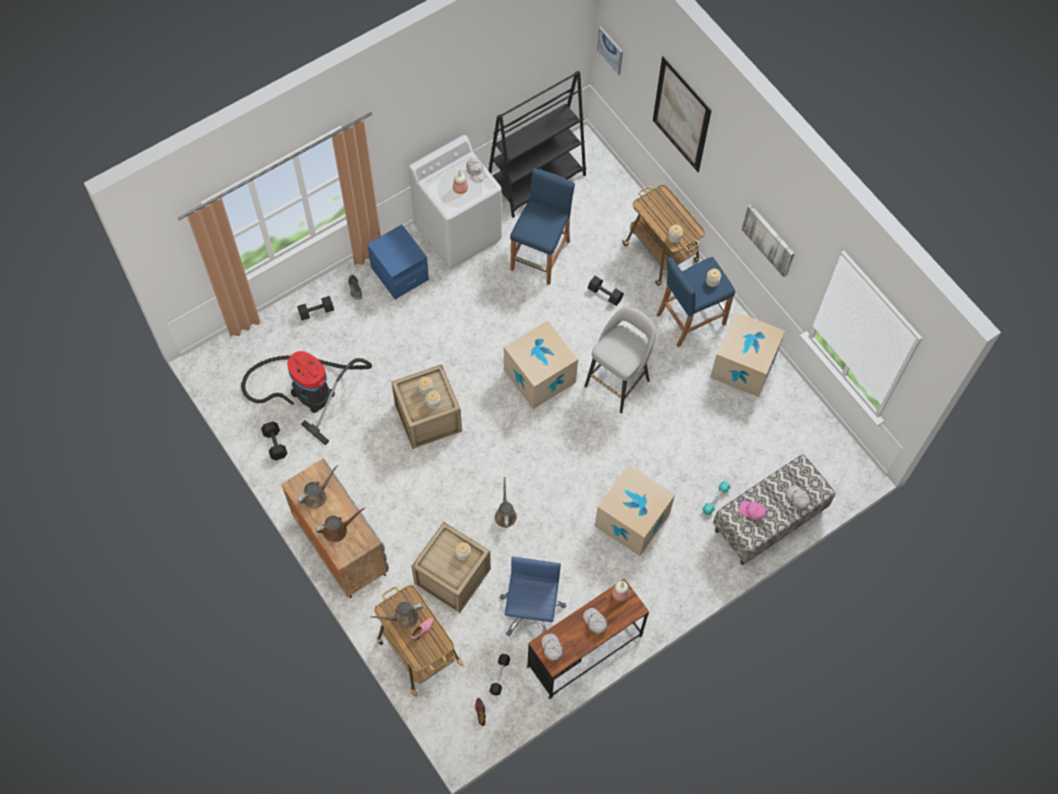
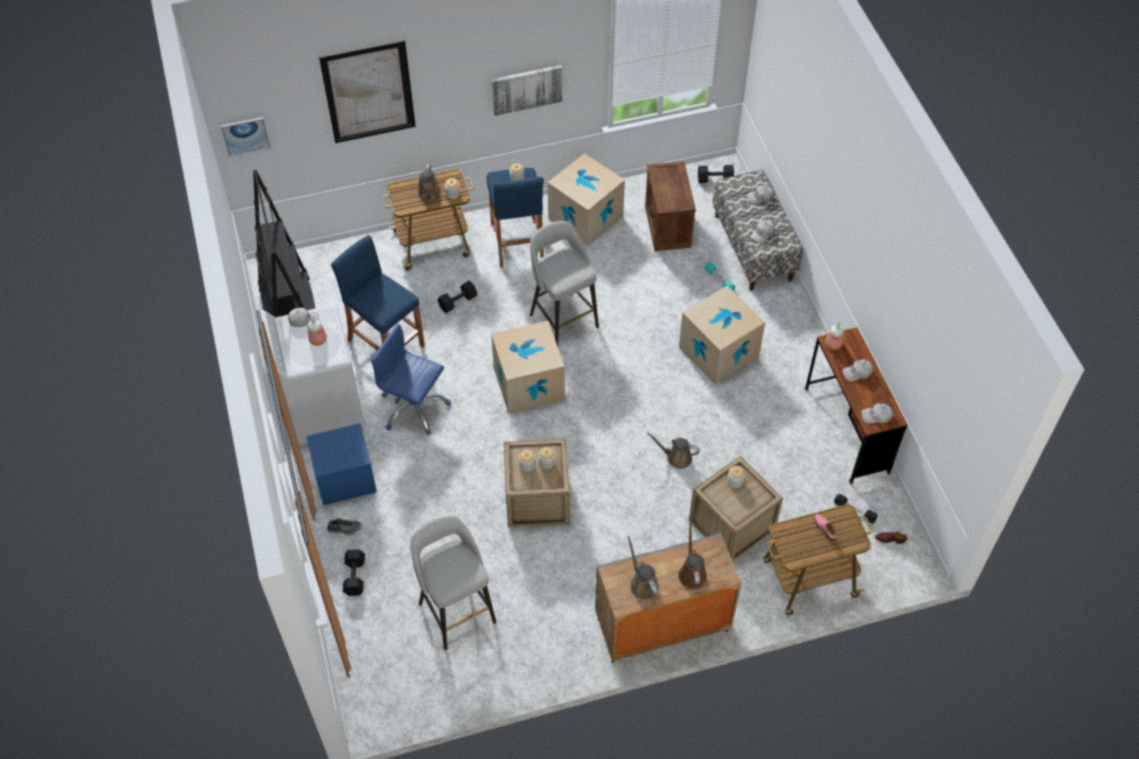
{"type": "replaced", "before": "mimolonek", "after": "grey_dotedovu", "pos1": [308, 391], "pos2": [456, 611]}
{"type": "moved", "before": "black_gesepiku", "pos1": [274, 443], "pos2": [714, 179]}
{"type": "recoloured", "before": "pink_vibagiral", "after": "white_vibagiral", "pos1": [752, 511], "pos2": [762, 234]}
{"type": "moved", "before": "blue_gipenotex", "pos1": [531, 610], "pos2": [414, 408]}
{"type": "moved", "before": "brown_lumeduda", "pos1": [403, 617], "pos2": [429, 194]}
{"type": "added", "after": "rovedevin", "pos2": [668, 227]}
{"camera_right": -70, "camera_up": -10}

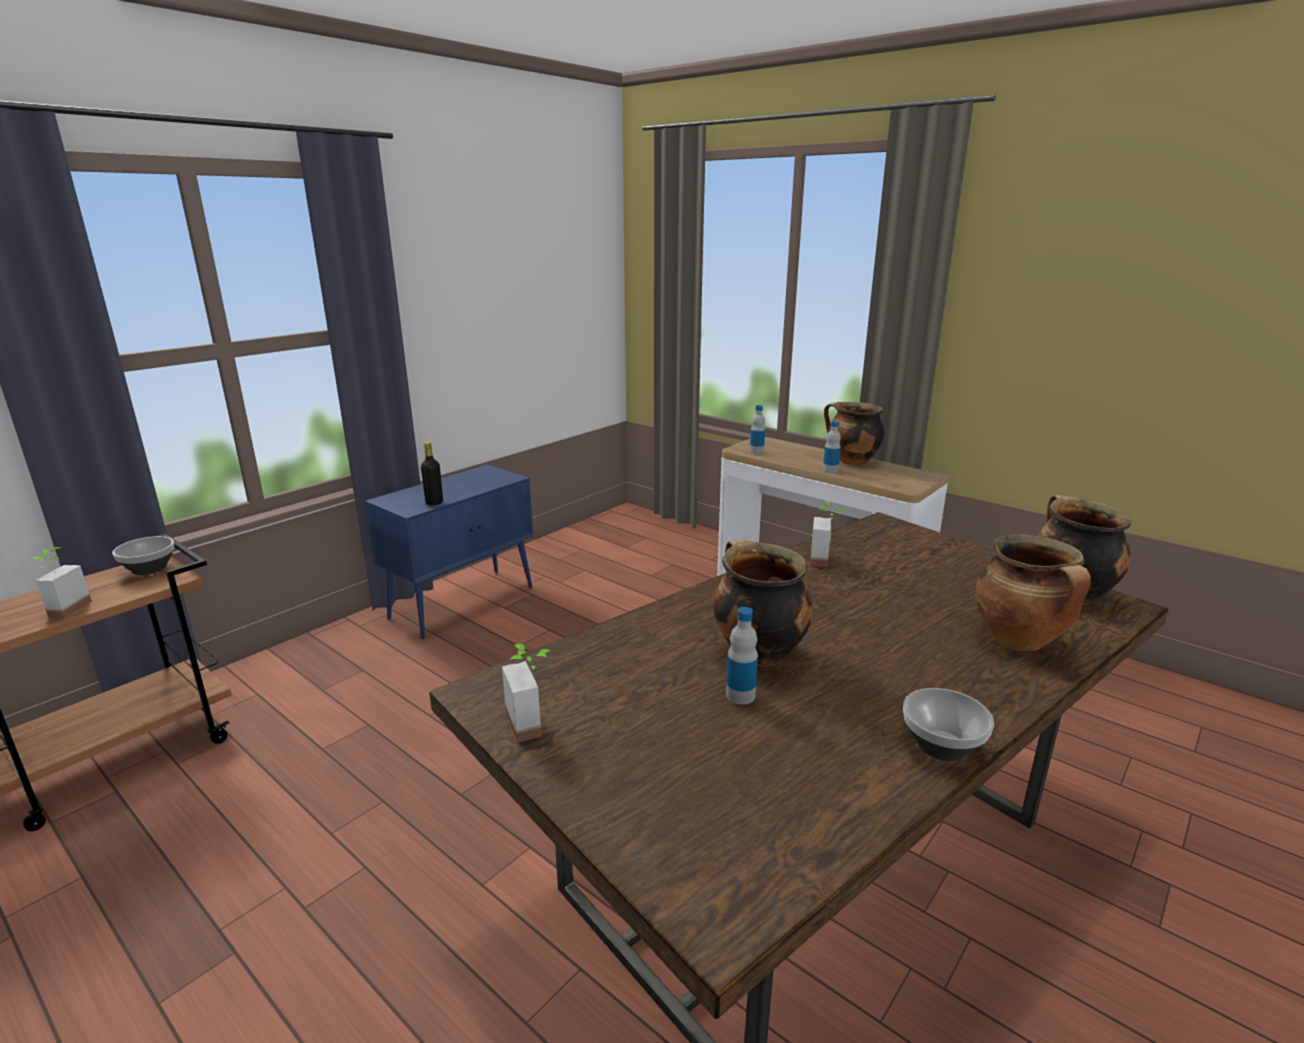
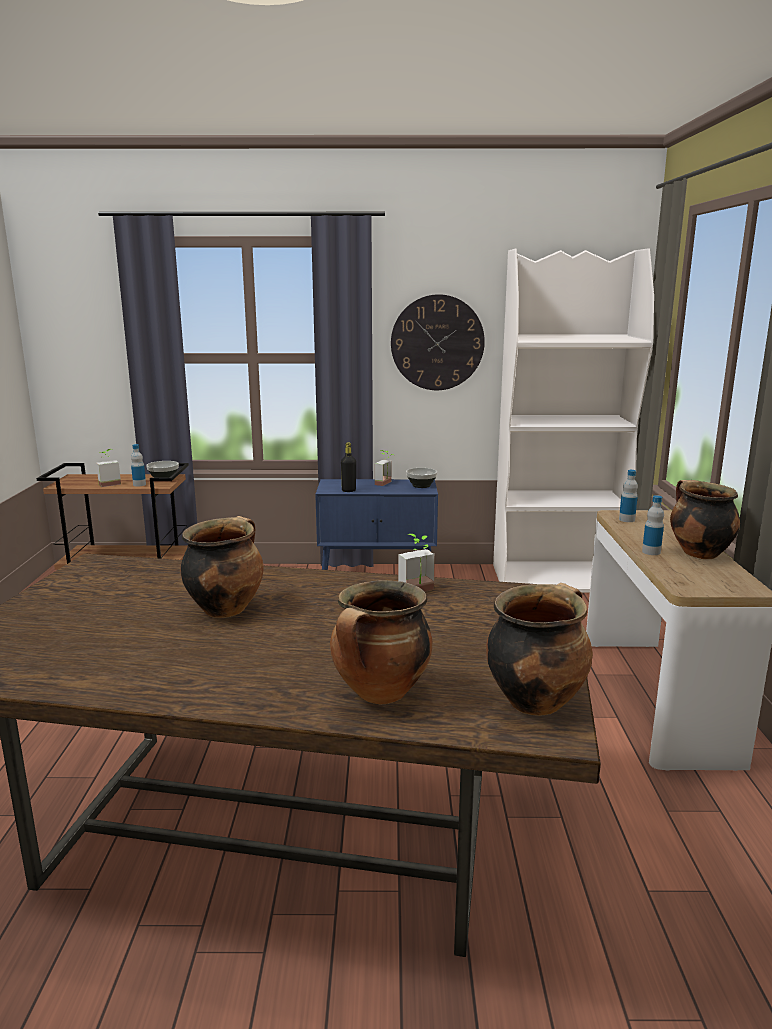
{"type": "moved", "before": "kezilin", "pos1": [740, 695], "pos2": [139, 484]}
{"type": "moved", "before": "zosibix", "pos1": [533, 722], "pos2": [386, 483]}
{"type": "moved", "before": "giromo", "pos1": [940, 746], "pos2": [421, 485]}
{"type": "added", "after": "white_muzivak", "pos2": [557, 578]}
{"type": "added", "after": "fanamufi", "pos2": [437, 343]}
{"camera_right": 50, "camera_up": -5}

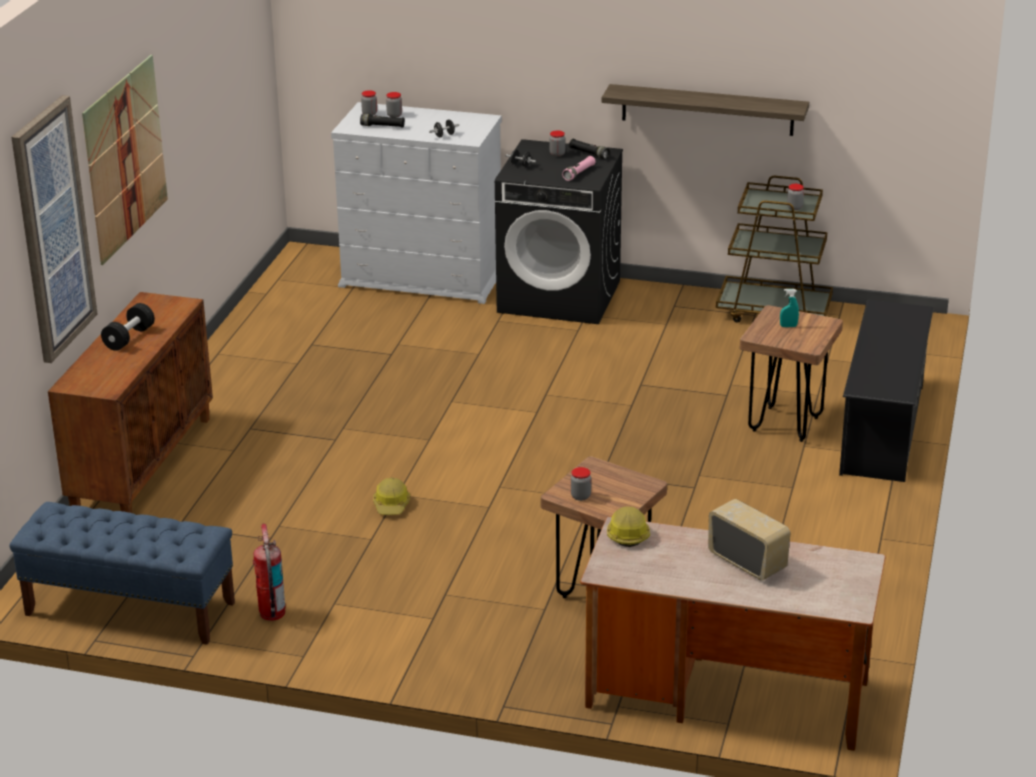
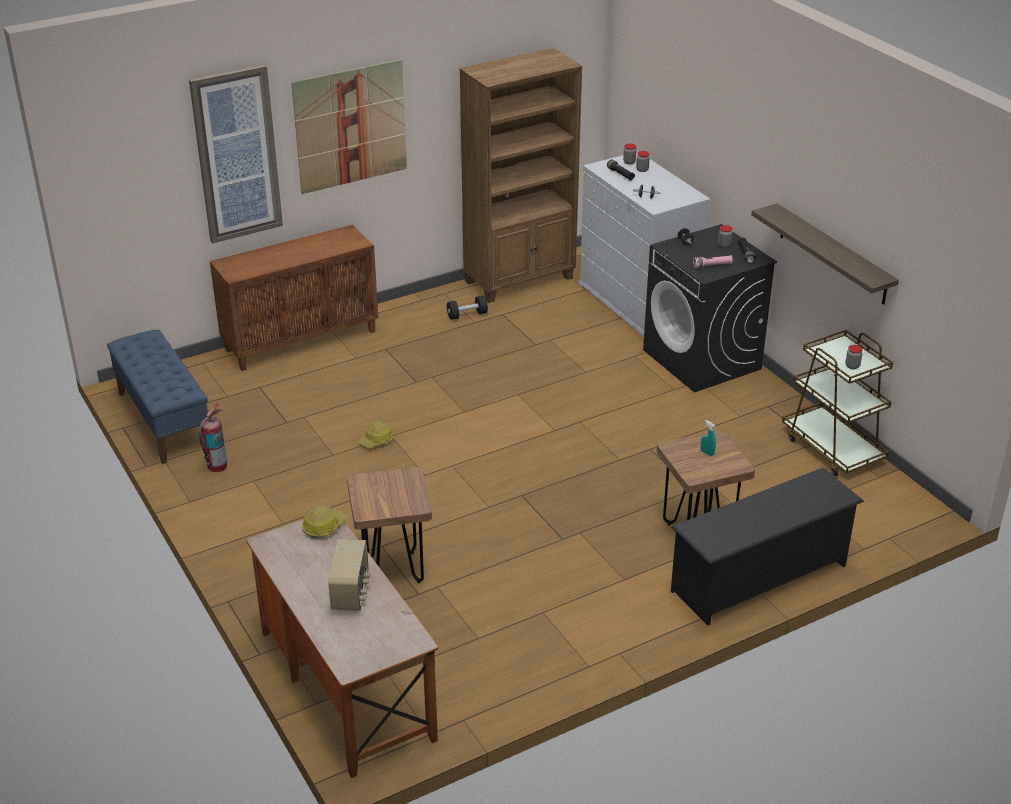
{"type": "moved", "before": "black_gesepiku", "pos1": [129, 338], "pos2": [467, 315]}
{"type": "removed", "before": "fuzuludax", "pos1": [580, 496]}
{"type": "added", "after": "brown_muzivak", "pos2": [520, 280]}
{"camera_right": 45, "camera_up": 5}

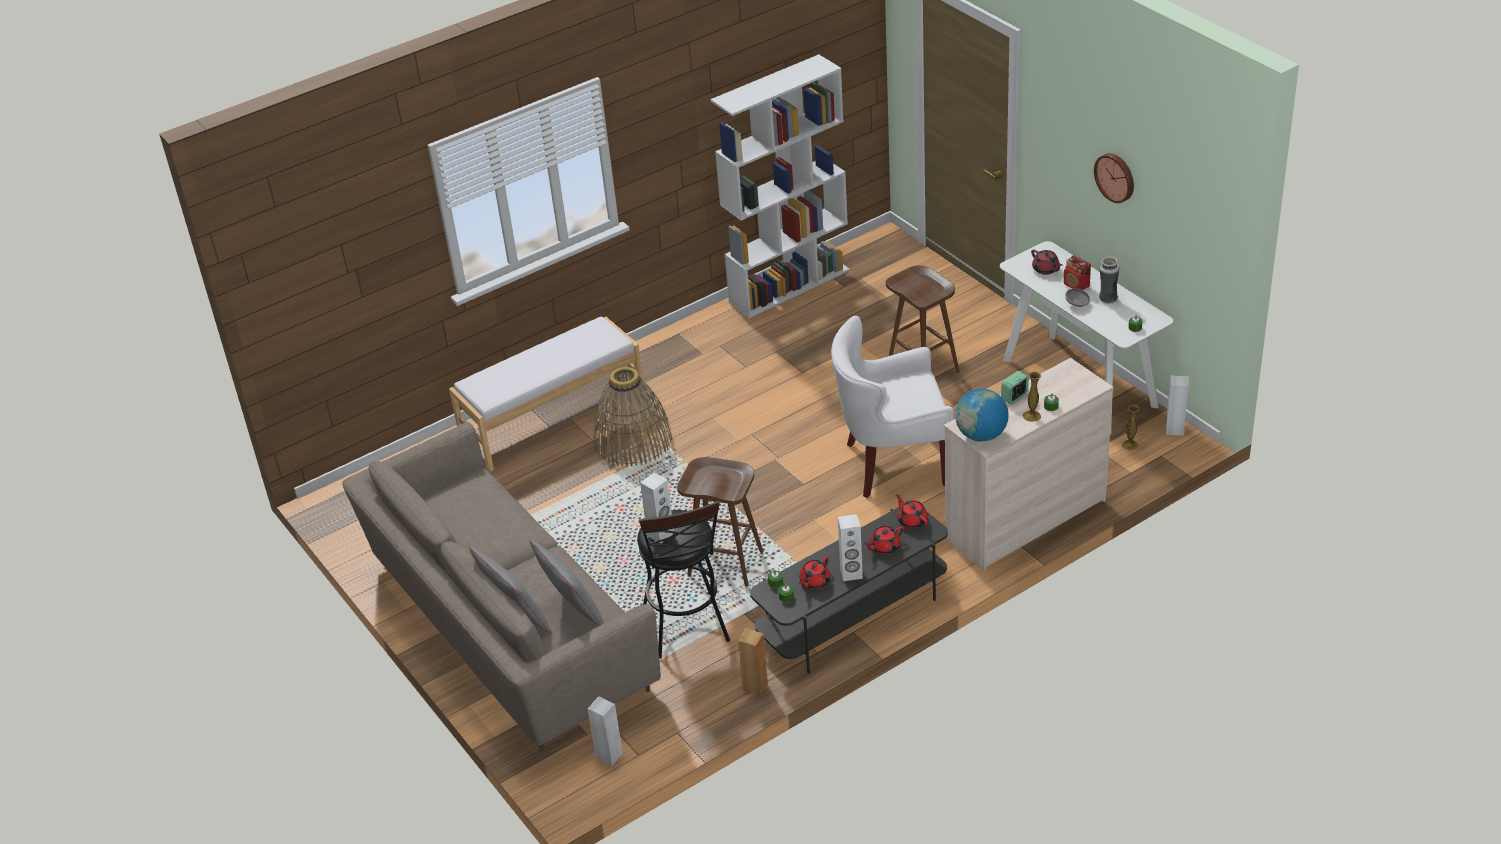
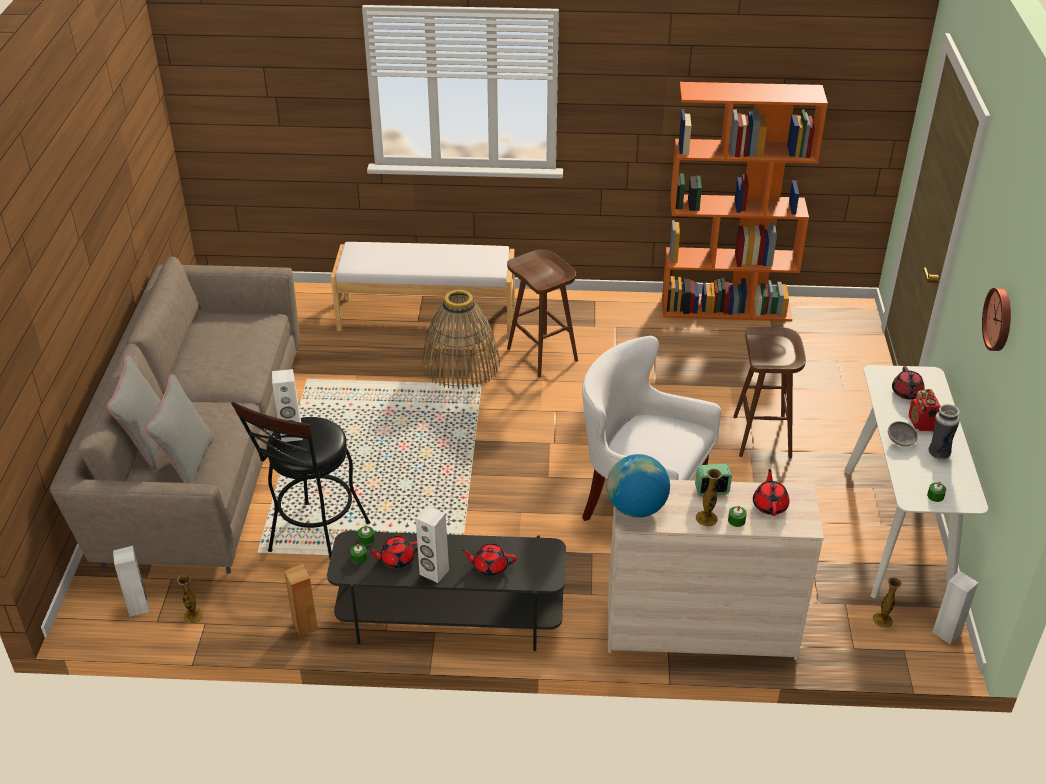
{"type": "recoloured", "before": "white_muzivak", "after": "orange_muzivak", "pos1": [789, 286], "pos2": [726, 308]}
{"type": "moved", "before": "brown_dotedovu", "pos1": [726, 563], "pos2": [543, 355]}
{"type": "moved", "before": "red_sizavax", "pos1": [912, 521], "pos2": [770, 505]}
{"type": "added", "after": "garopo", "pos2": [193, 616]}
{"camera_right": 35, "camera_up": 0}

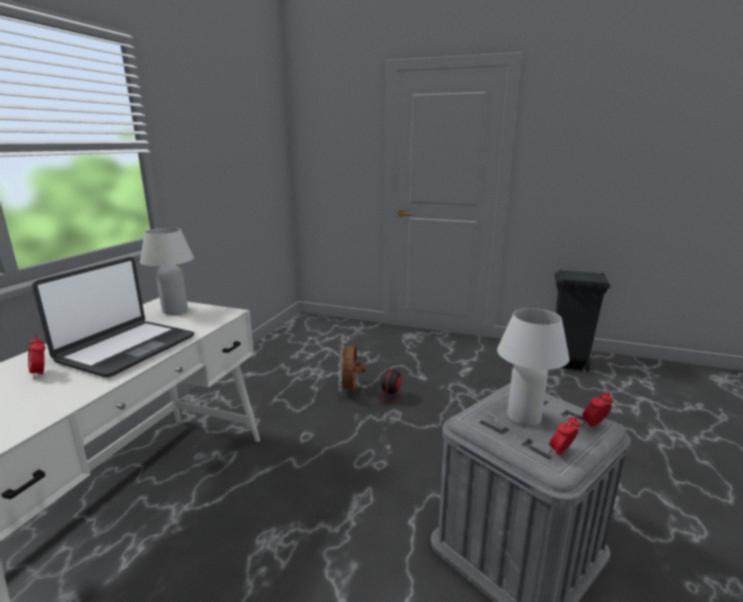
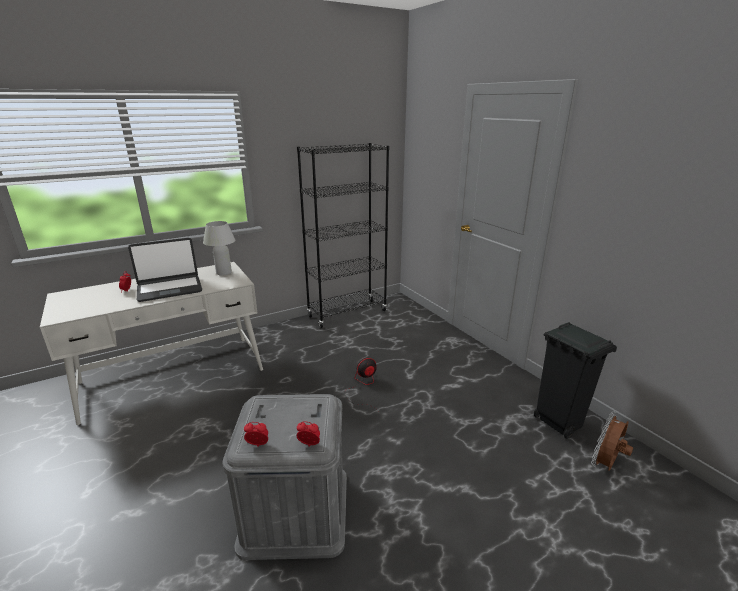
{"type": "removed", "before": "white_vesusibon", "pos1": [524, 418]}
{"type": "moved", "before": "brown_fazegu", "pos1": [350, 391], "pos2": [605, 465]}
{"type": "added", "after": "black_muzivak", "pos2": [347, 313]}
{"camera_right": 40, "camera_up": 5}

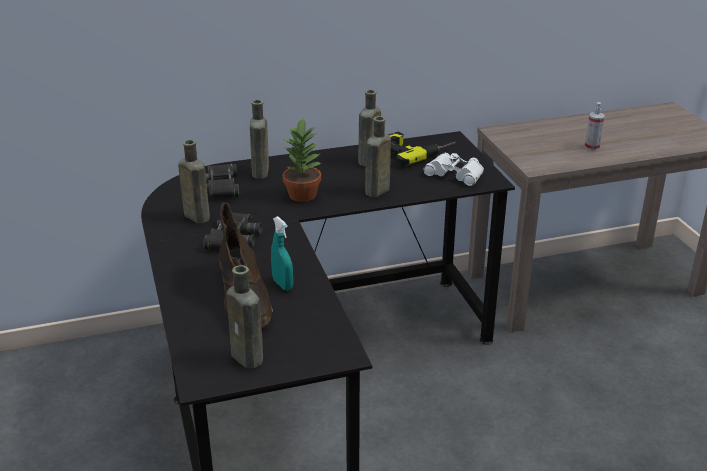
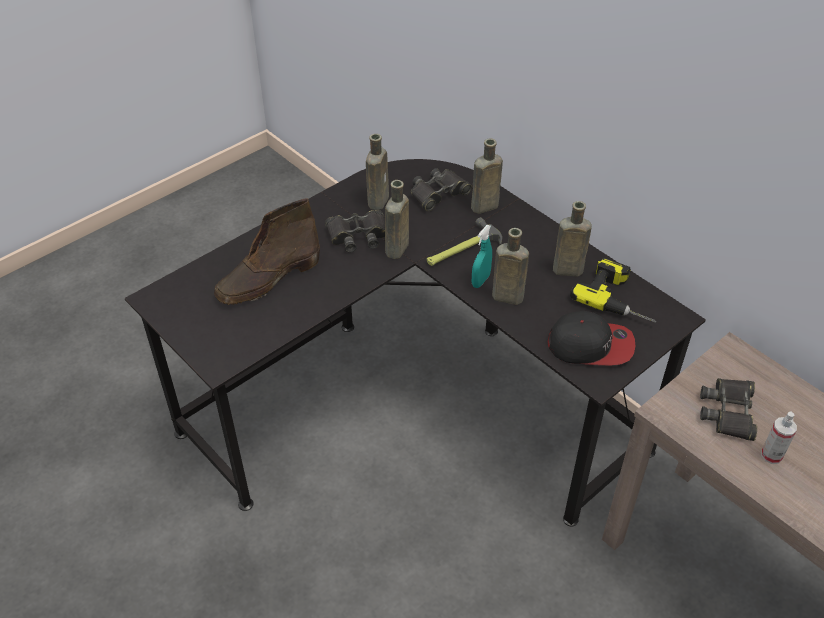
{"type": "replaced", "before": "zosibix", "after": "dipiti", "pos1": [303, 195], "pos2": [462, 249]}
{"type": "replaced", "before": "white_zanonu", "after": "vibagiral", "pos1": [455, 174], "pos2": [591, 345]}
{"type": "moved", "before": "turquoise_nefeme", "pos1": [282, 285], "pos2": [480, 281]}
{"type": "moved", "before": "brown_kezilin", "pos1": [248, 358], "pos2": [396, 250]}
{"type": "added", "after": "black_zanonu", "pos2": [729, 412]}
{"camera_right": 65, "camera_up": 15}

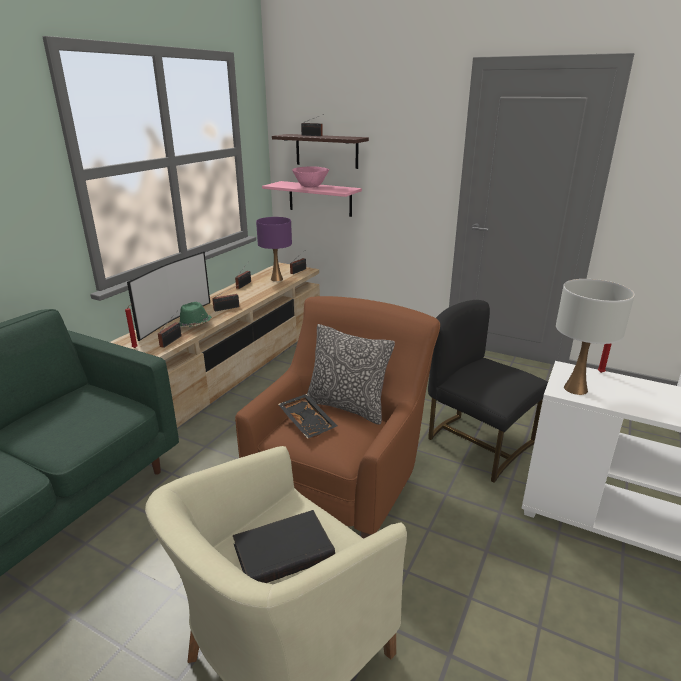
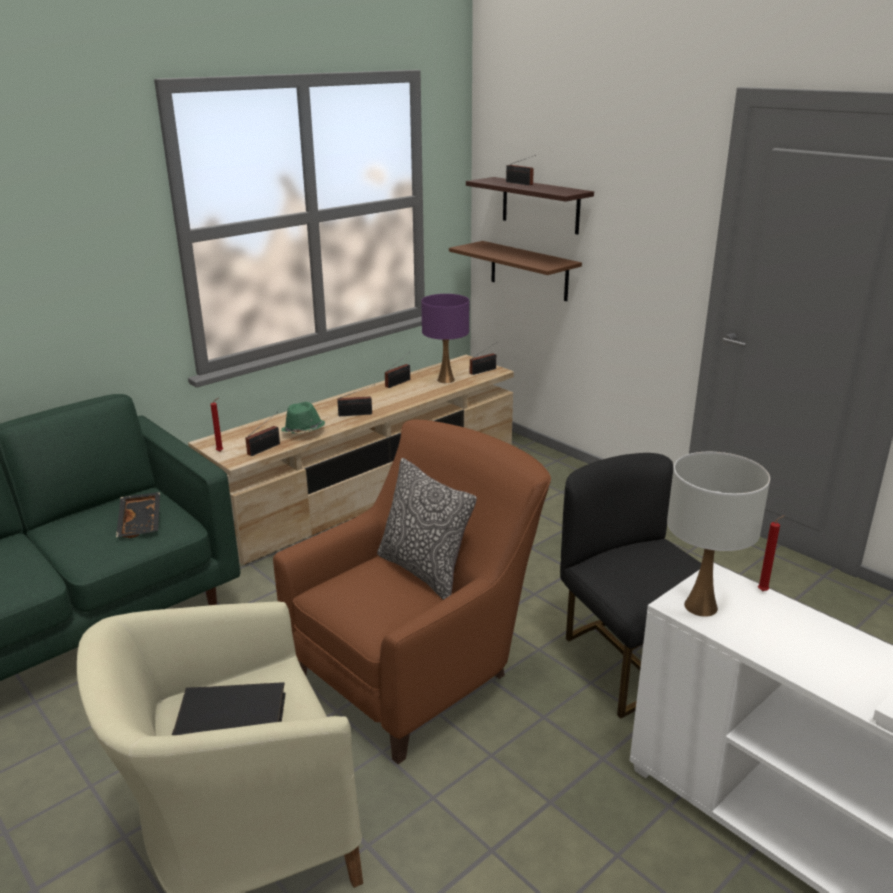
{"type": "removed", "before": "pink_giromo", "pos1": [311, 187]}
{"type": "recoloured", "before": "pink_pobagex", "after": "brown_pobagex", "pos1": [320, 198], "pos2": [529, 271]}
{"type": "removed", "before": "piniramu", "pos1": [173, 319]}
{"type": "moved", "before": "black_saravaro", "pos1": [308, 422], "pos2": [142, 522]}
{"camera_right": 20, "camera_up": 0}

